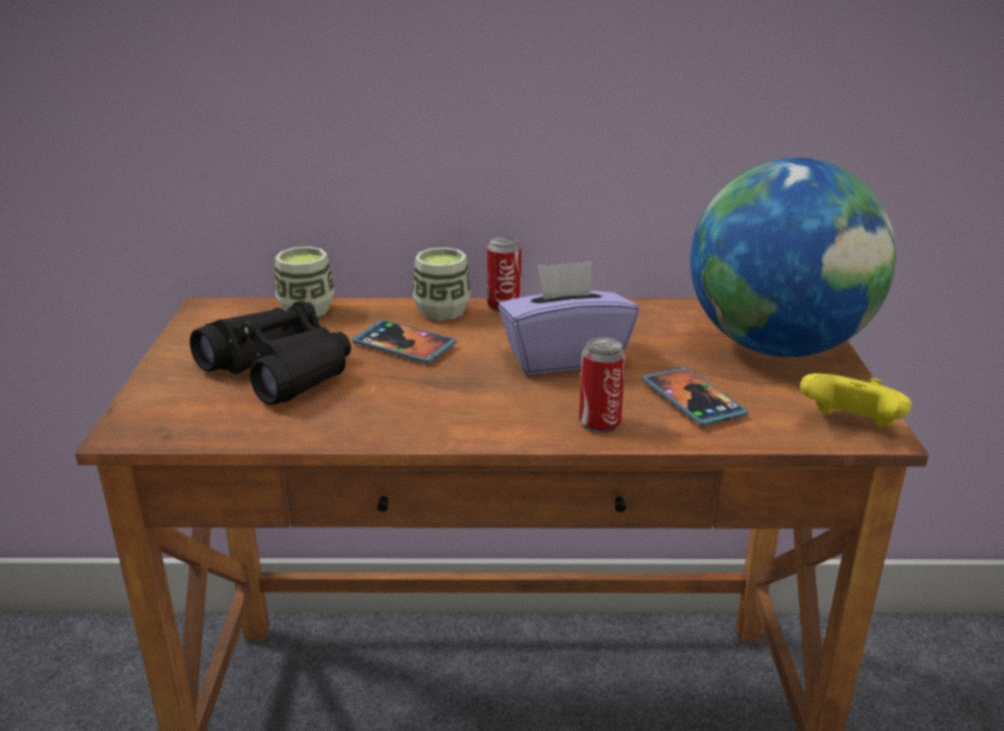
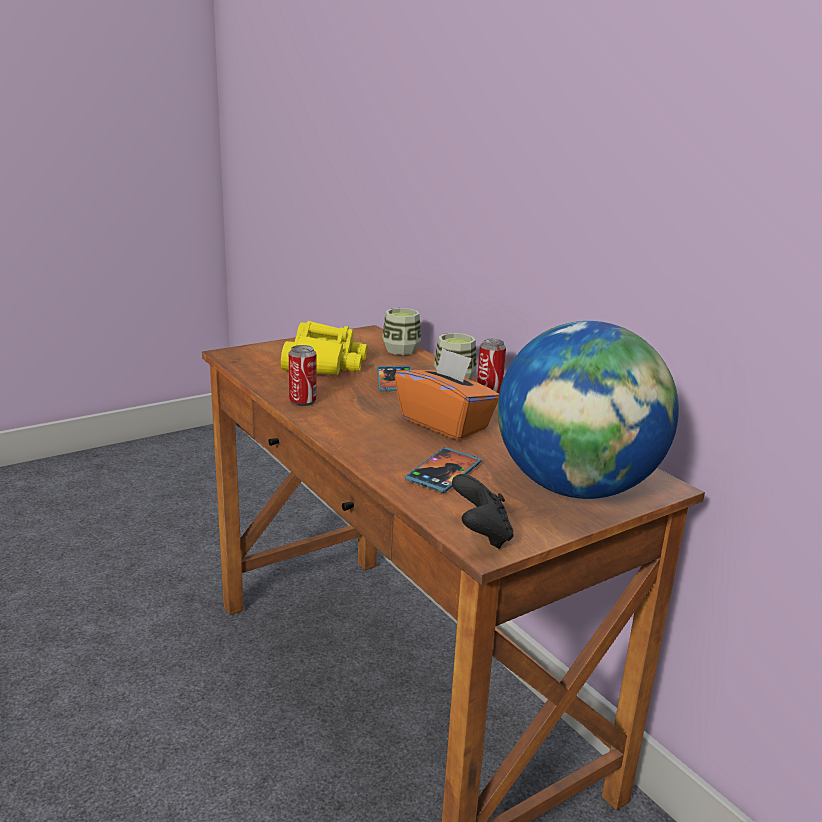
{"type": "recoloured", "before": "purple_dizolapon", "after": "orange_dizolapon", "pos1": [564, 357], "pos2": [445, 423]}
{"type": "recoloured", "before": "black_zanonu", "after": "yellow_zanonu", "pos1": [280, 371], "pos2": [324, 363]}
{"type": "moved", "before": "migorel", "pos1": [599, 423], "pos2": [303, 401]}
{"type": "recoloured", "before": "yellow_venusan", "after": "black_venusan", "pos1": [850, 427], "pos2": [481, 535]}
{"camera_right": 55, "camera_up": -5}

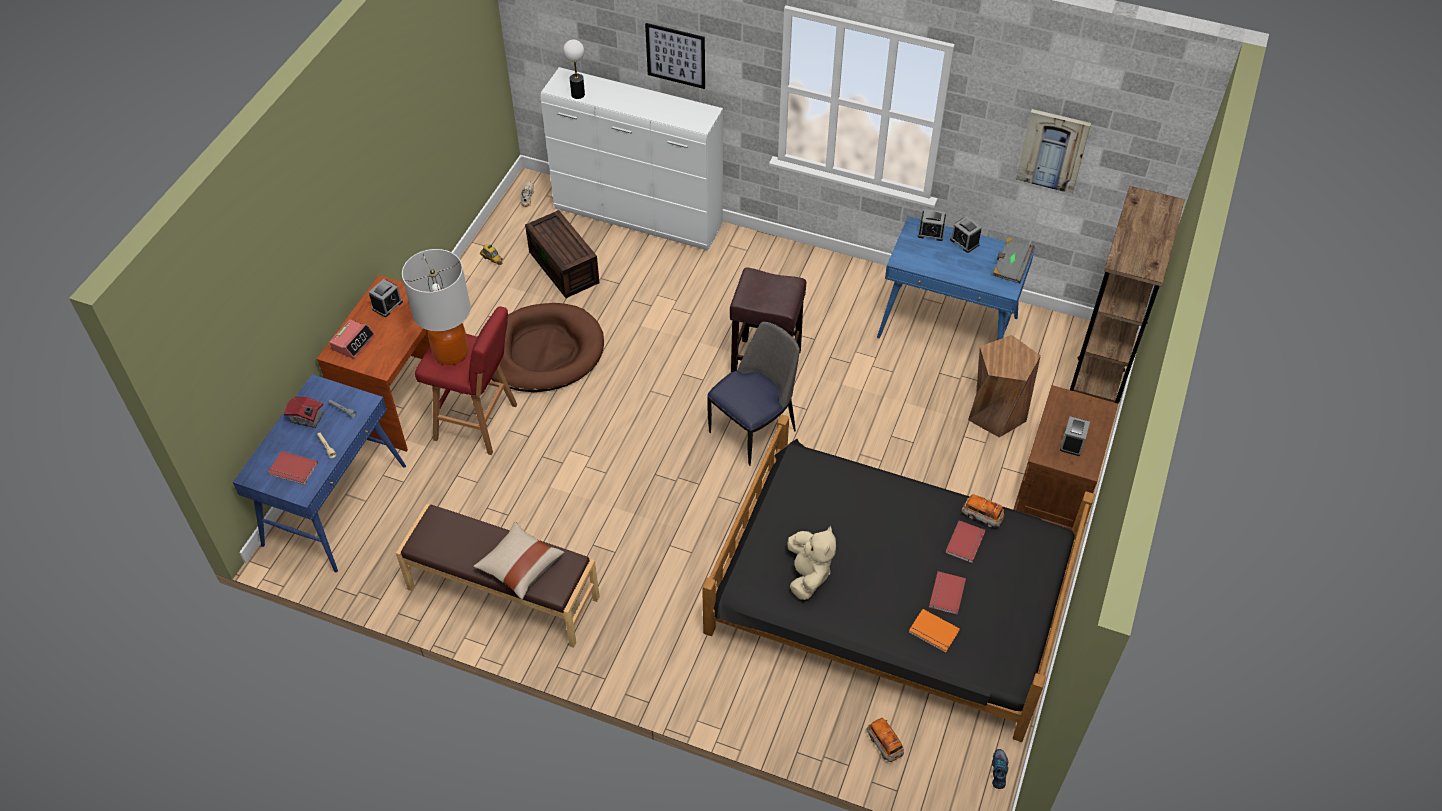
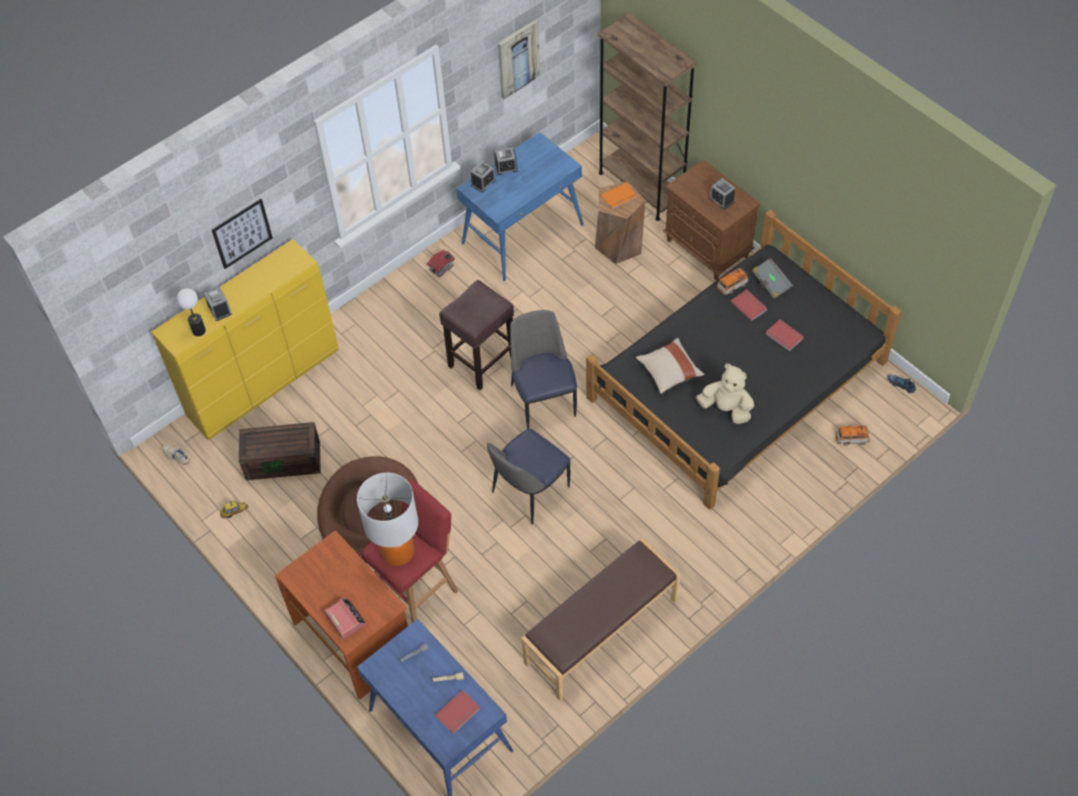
{"type": "recoloured", "before": "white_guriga", "after": "yellow_guriga", "pos1": [638, 219], "pos2": [265, 384]}
{"type": "moved", "before": "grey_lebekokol", "pos1": [1011, 267], "pos2": [771, 283]}
{"type": "moved", "before": "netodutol", "pos1": [387, 305], "pos2": [219, 309]}
{"type": "moved", "before": "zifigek", "pos1": [307, 418], "pos2": [442, 268]}
{"type": "moved", "before": "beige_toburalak", "pos1": [520, 567], "pos2": [669, 371]}
{"type": "moved", "before": "orange_lebekokol", "pos1": [933, 632], "pos2": [619, 198]}
{"type": "added", "after": "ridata", "pos2": [529, 492]}
{"camera_right": -60, "camera_up": 5}

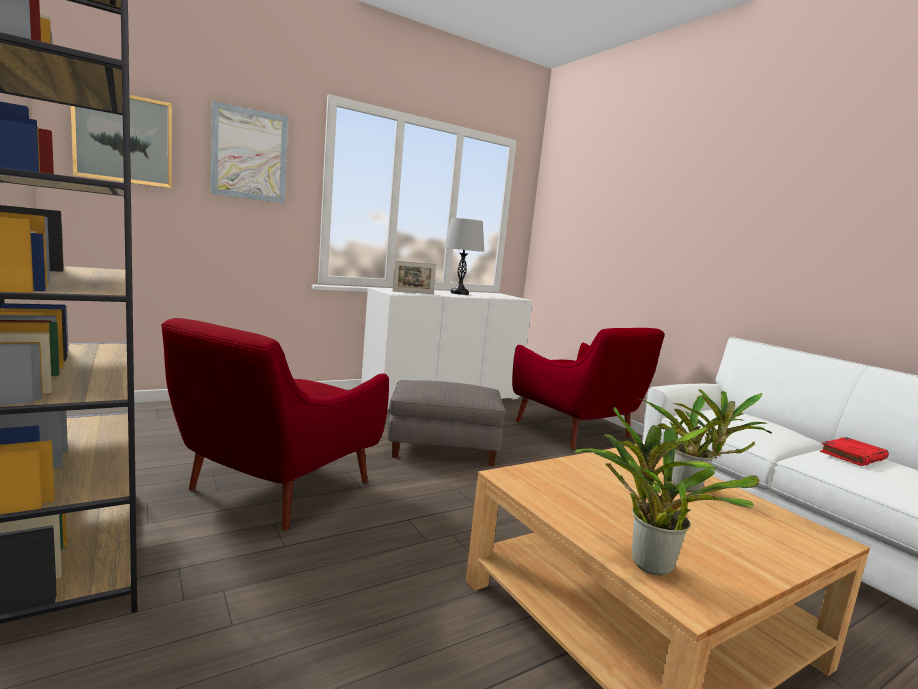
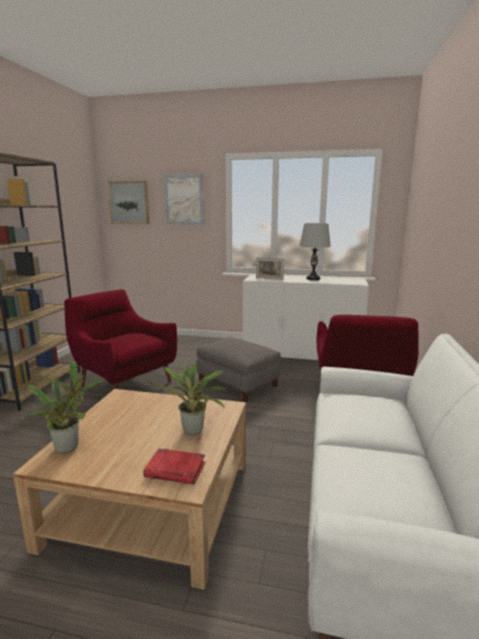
{"type": "turned", "before": "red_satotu", "pos1": [275, 489], "pos2": [124, 383], "turn": 60}
{"type": "moved", "before": "red_lebekokol", "pos1": [852, 455], "pos2": [176, 470]}
{"camera_right": 45, "camera_up": 5}

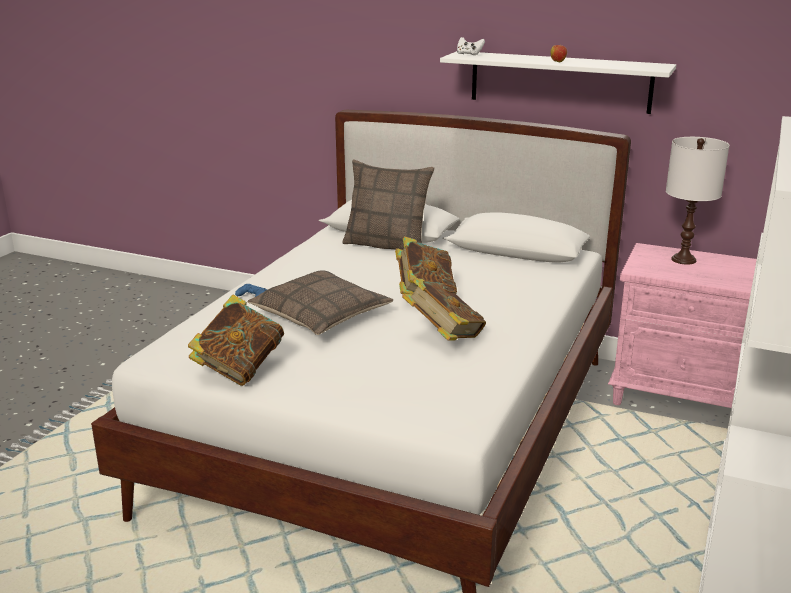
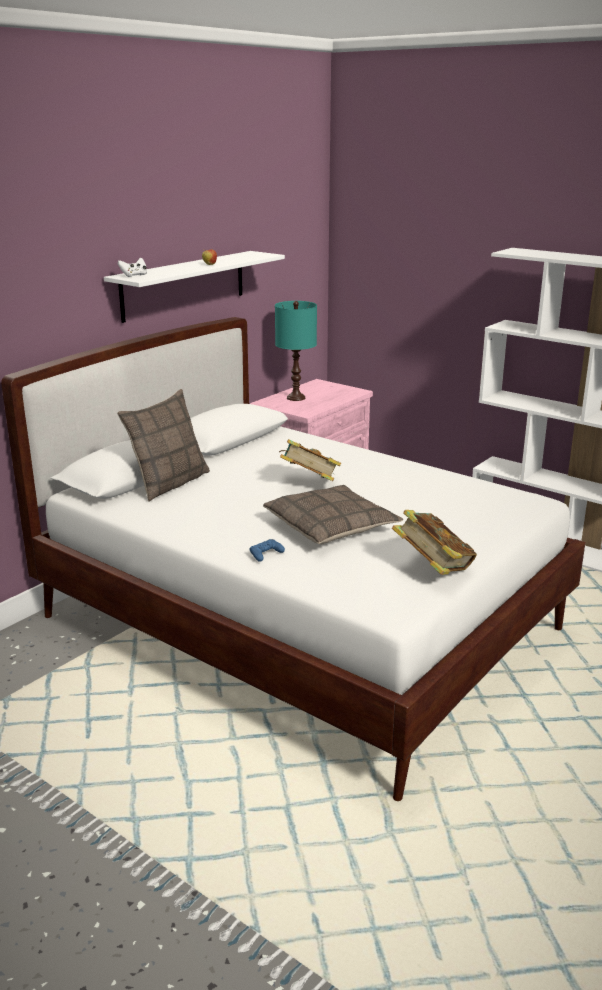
{"type": "recoloured", "before": "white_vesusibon", "after": "turquoise_vesusibon", "pos1": [683, 260], "pos2": [296, 398]}
{"type": "removed", "before": "lebekokol", "pos1": [443, 336]}
{"camera_right": -75, "camera_up": 0}

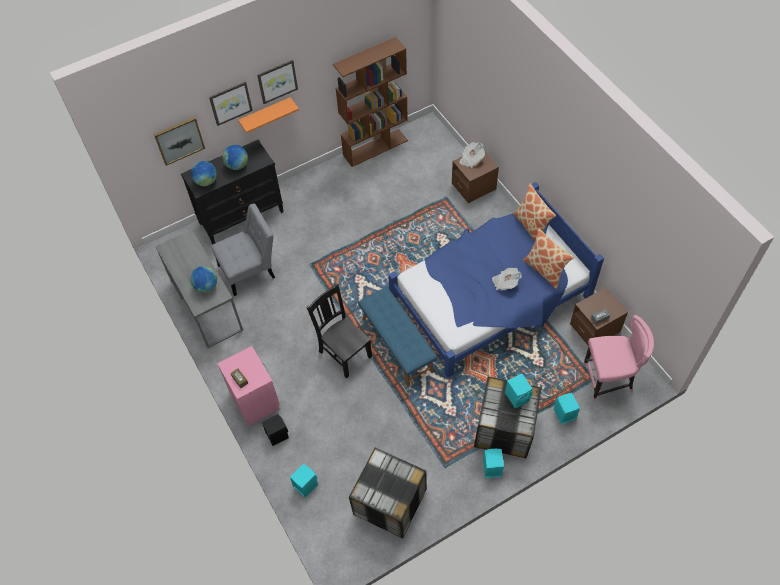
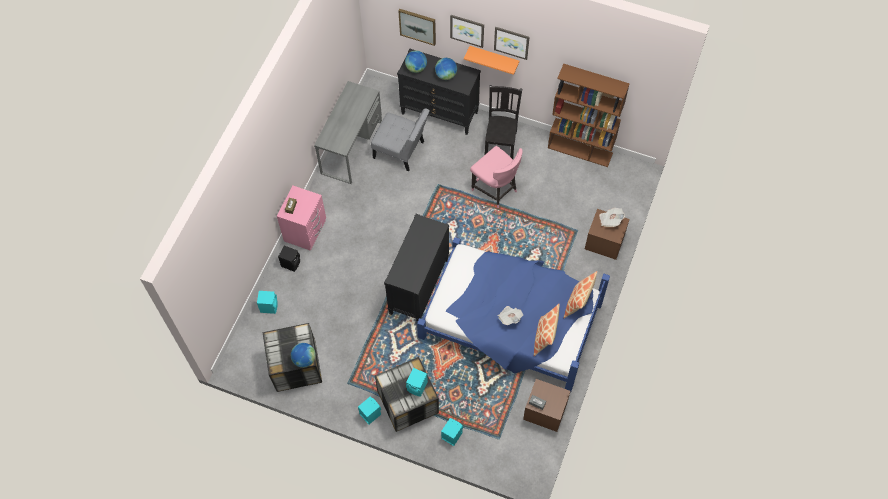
{"type": "moved", "before": "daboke", "pos1": [206, 286], "pos2": [304, 359]}
{"type": "moved", "before": "black_ridata", "pos1": [344, 353], "pos2": [501, 143]}
{"type": "replaced", "before": "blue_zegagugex", "after": "black_guriga", "pos1": [398, 345], "pos2": [419, 287]}
{"type": "moved", "before": "pink_ridata", "pos1": [608, 380], "pos2": [495, 190]}
{"camera_right": 50, "camera_up": 5}

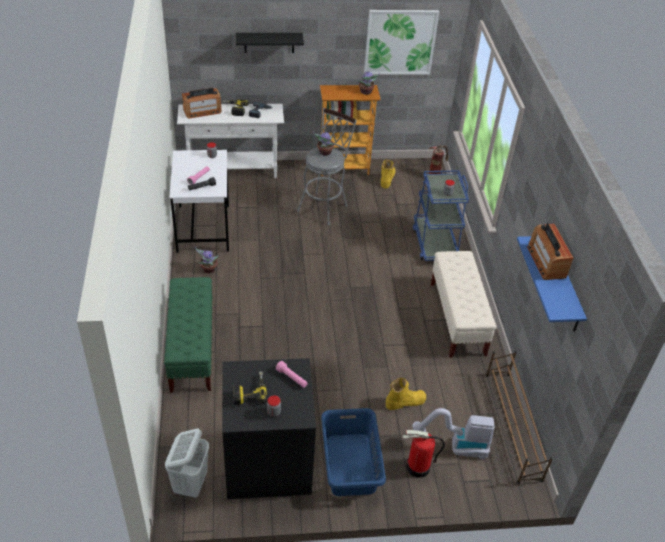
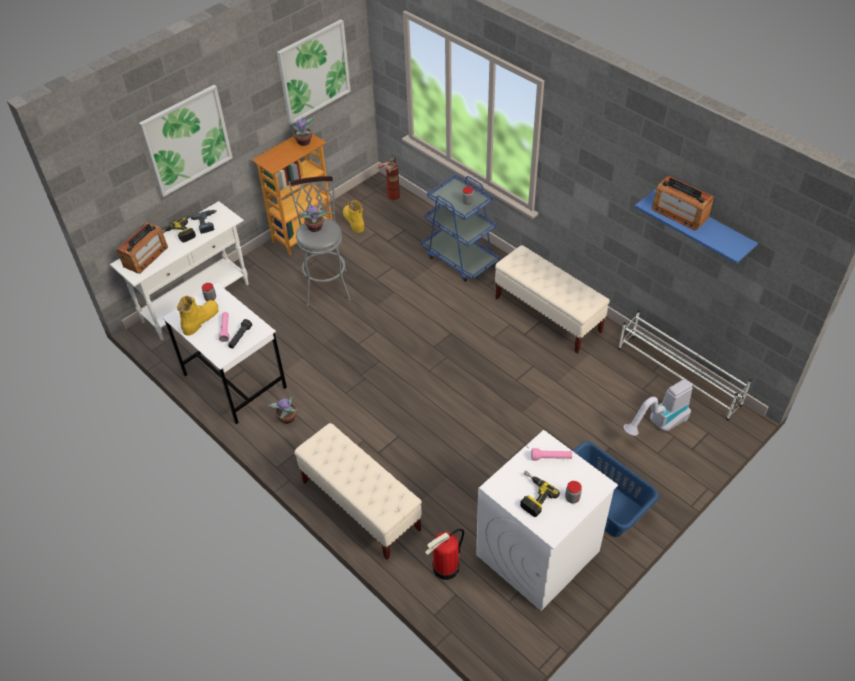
{"type": "replaced", "before": "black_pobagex", "after": "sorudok", "pos1": [269, 42], "pos2": [187, 140]}
{"type": "recoloured", "before": "green_zegagugex", "after": "beige_zegagugex", "pos1": [192, 349], "pos2": [360, 505]}
{"type": "recoloured", "before": "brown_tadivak", "after": "white_tadivak", "pos1": [512, 426], "pos2": [678, 376]}
{"type": "recoloured", "before": "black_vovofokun", "after": "white_vovofokun", "pos1": [267, 463], "pos2": [537, 554]}
{"type": "moved", "before": "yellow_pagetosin", "pos1": [405, 402], "pos2": [200, 320]}
{"type": "removed", "before": "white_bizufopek", "pos1": [191, 483]}
{"type": "moved", "before": "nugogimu", "pos1": [418, 467], "pos2": [446, 568]}
{"camera_right": -35, "camera_up": 5}

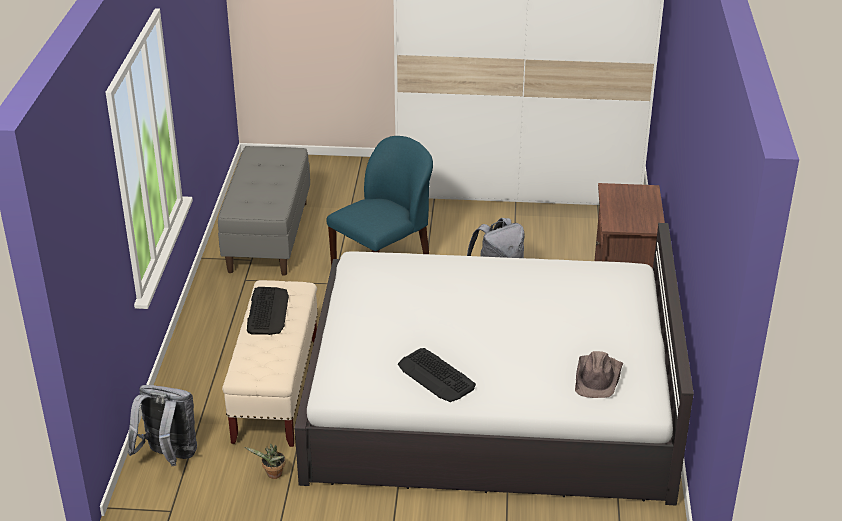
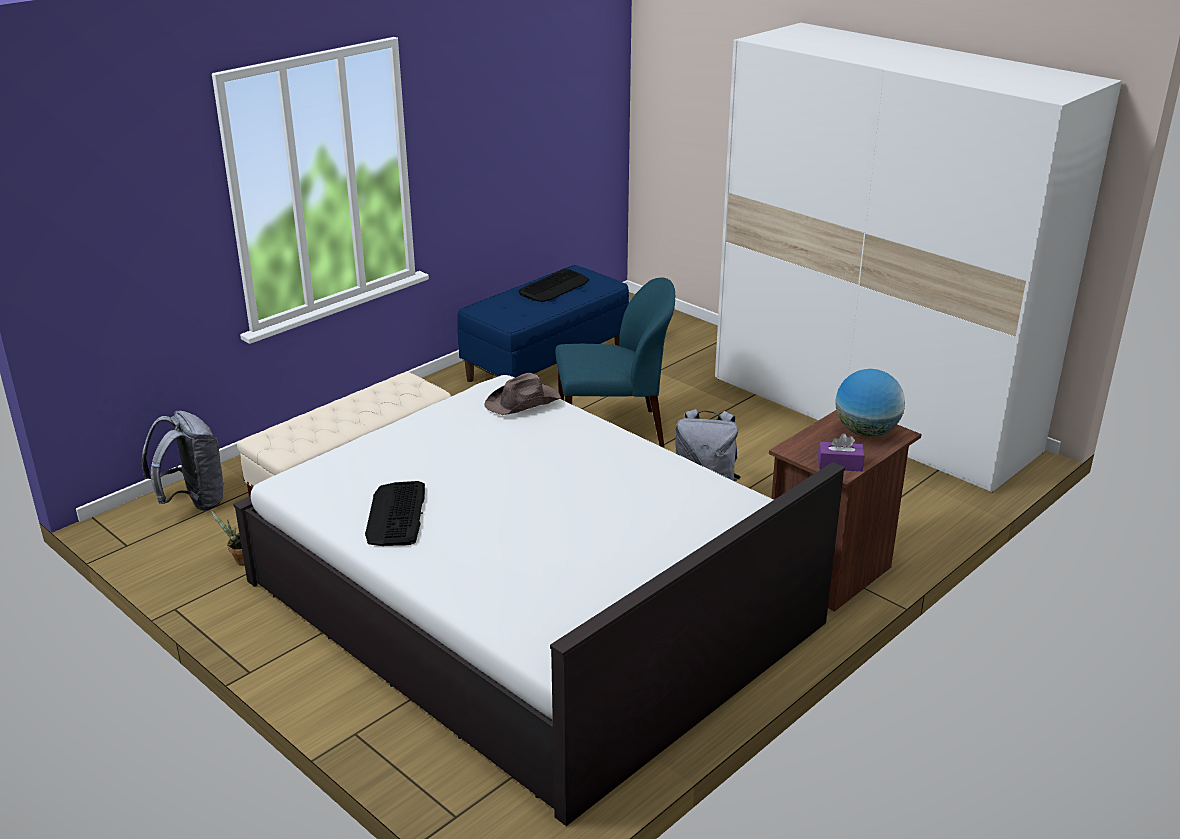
{"type": "recoloured", "before": "grey_zegagugex", "after": "blue_zegagugex", "pos1": [268, 236], "pos2": [546, 365]}
{"type": "moved", "before": "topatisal", "pos1": [267, 311], "pos2": [554, 287]}
{"type": "moved", "before": "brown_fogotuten", "pos1": [598, 378], "pos2": [523, 402]}
{"type": "added", "after": "daboke", "pos2": [866, 432]}
{"type": "added", "after": "purple_dizolapon", "pos2": [840, 464]}
{"camera_right": 40, "camera_up": -5}

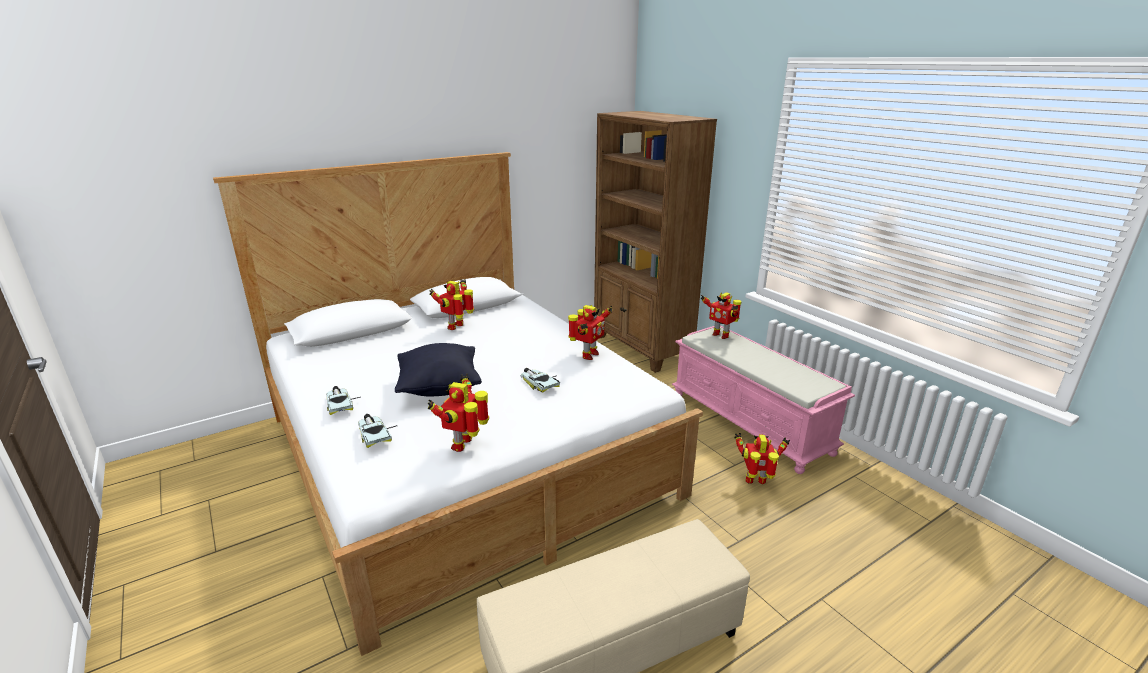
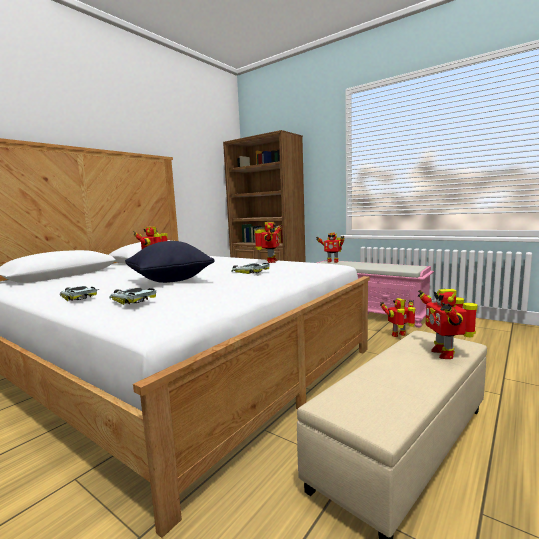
{"type": "moved", "before": "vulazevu", "pos1": [464, 444], "pos2": [444, 353]}
{"camera_right": -20, "camera_up": -15}

